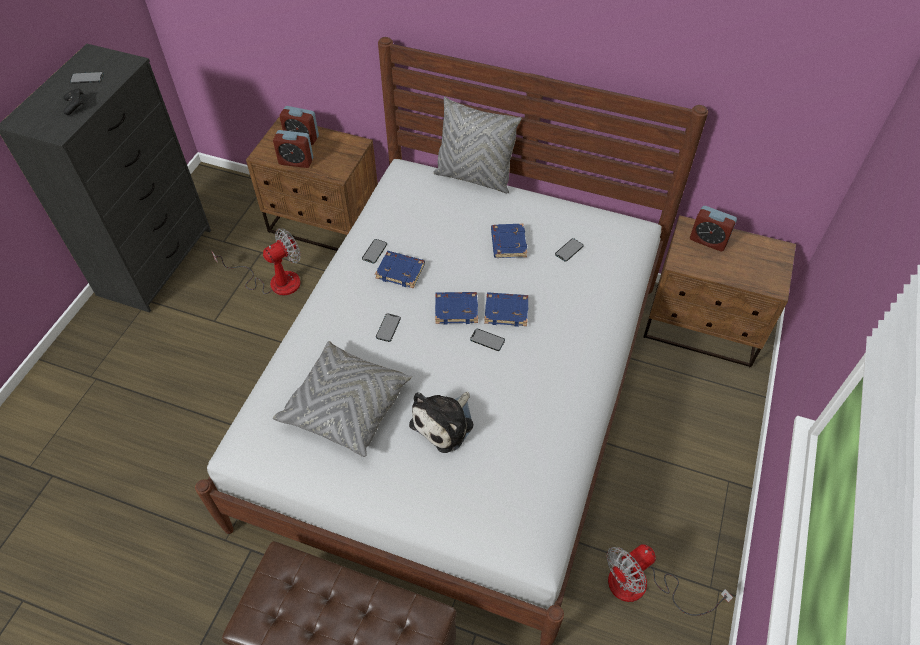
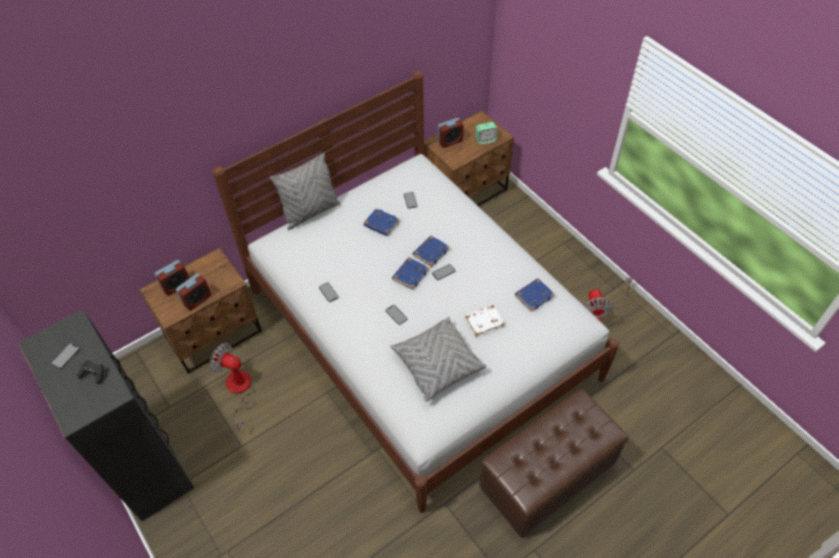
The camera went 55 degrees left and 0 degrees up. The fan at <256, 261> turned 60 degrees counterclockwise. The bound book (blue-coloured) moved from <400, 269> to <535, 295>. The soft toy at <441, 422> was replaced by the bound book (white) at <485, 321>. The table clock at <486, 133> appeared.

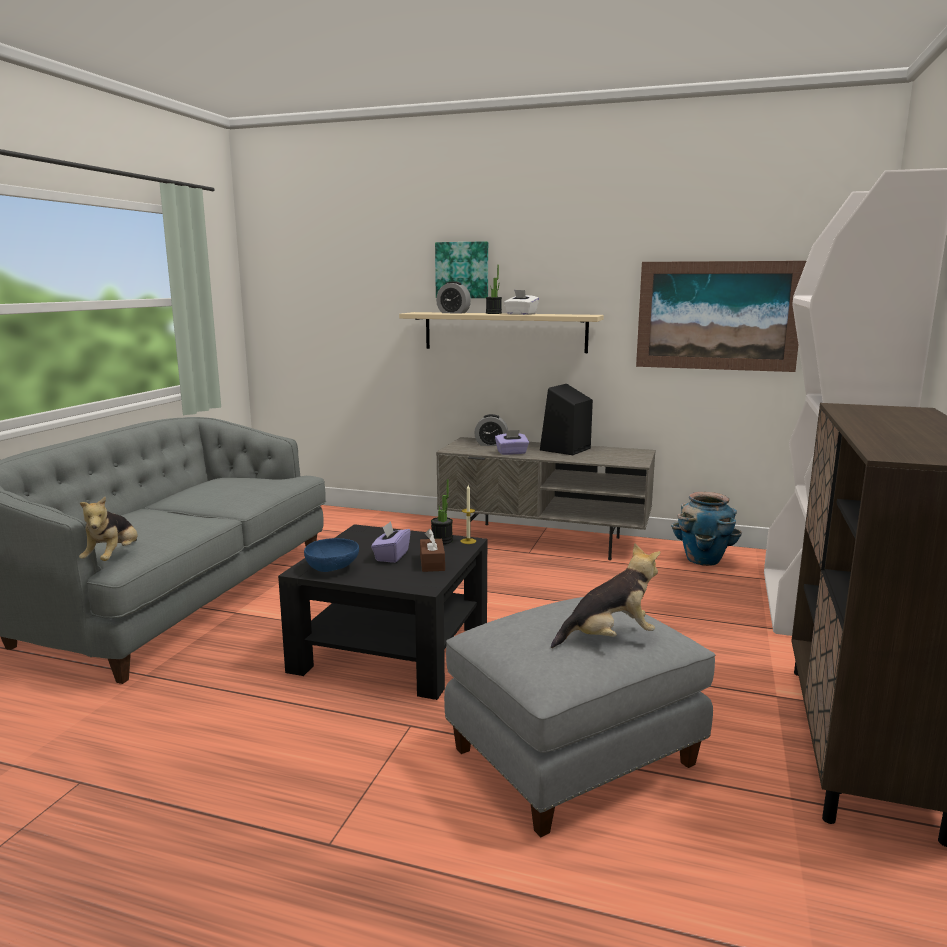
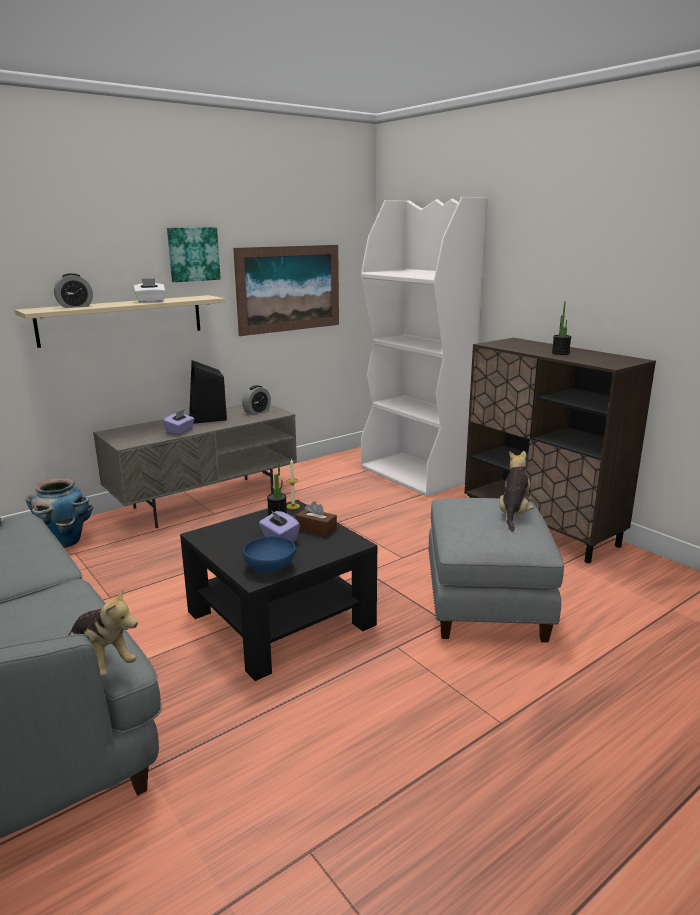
The camera went 55 degrees left and 5 degrees up. The picture moved from <461, 269> to <194, 254>. The table clock moved from <491, 430> to <256, 400>. The potted plant moved from <494, 289> to <561, 328>. The plant pot moved from <707, 529> to <59, 512>.

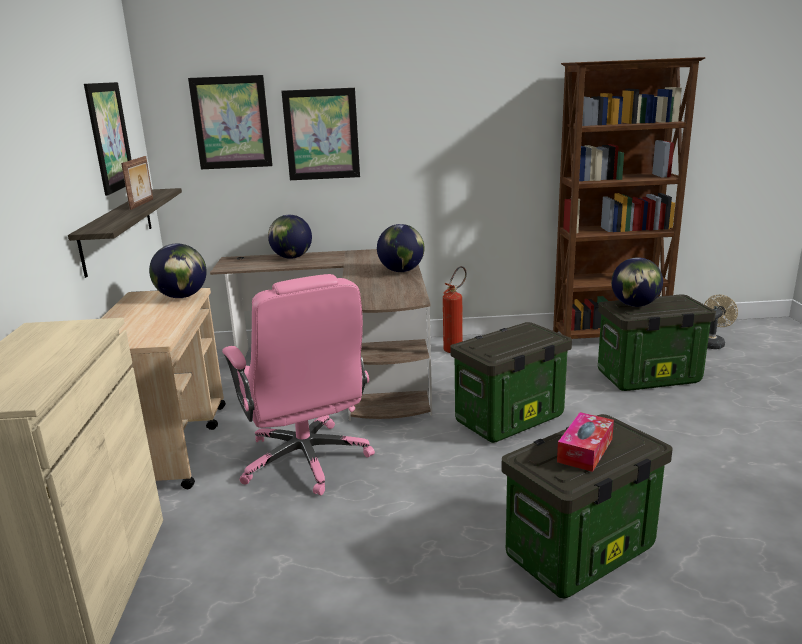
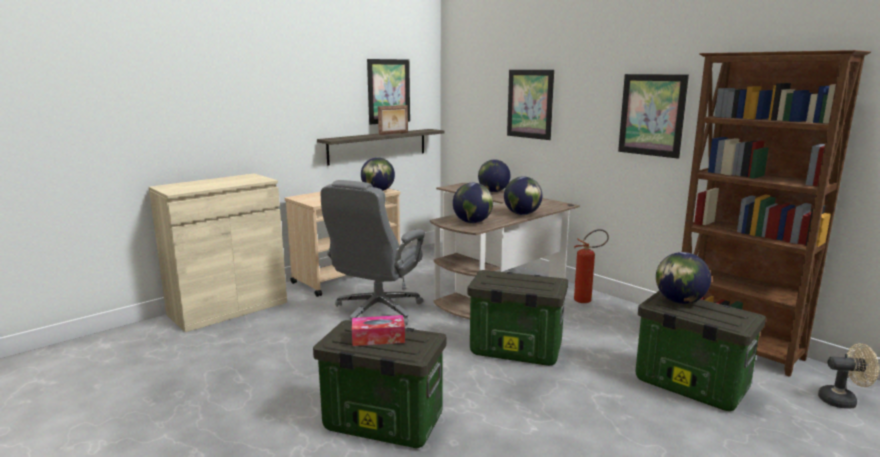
The camera went 50 degrees right and 5 degrees down. The picture moved from <230, 122> to <653, 116>. The computer chair (pink-coloured) at <298, 384> became the computer chair (greyish) at <373, 252>. The desk globe at <473, 203> appeared.

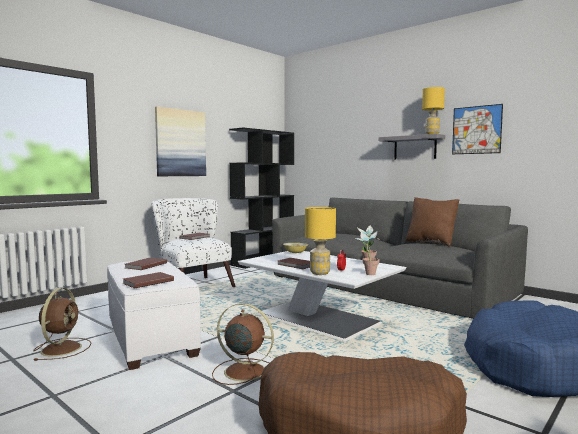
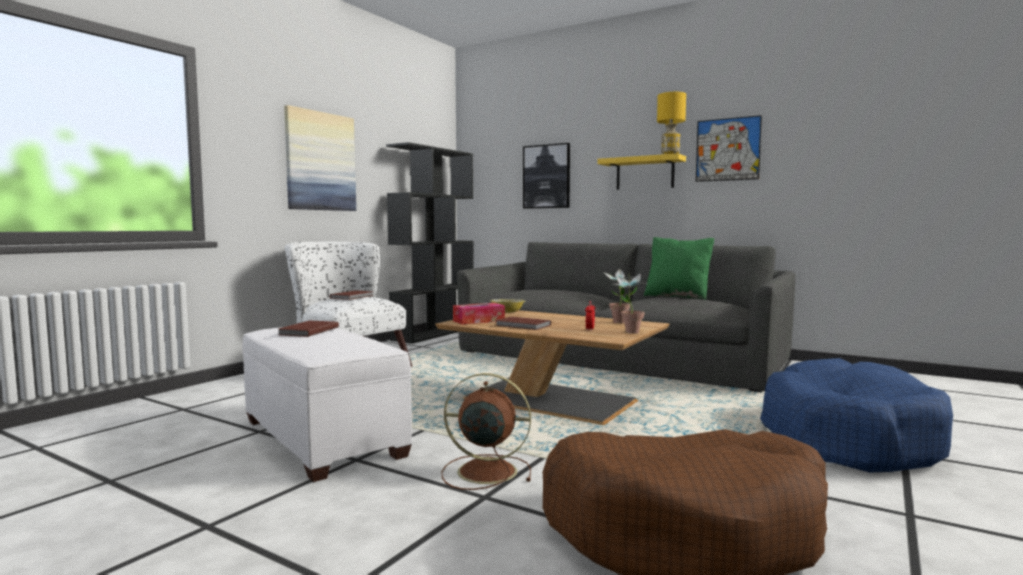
The camera went 10 degrees left and 0 degrees up. The fan (brownish) at <62, 324> disappeared. The bound book (brownish) at <148, 280> disappeared. The low table (white) at <322, 296> became the low table (brownish) at <552, 367>. The lamp for a table (yellow) at <320, 241> disappeared. The bracket shelf (greyish) at <412, 147> became the bracket shelf (yellow) at <642, 172>. The cushion (brownish) at <432, 222> became the cushion (green-coloured) at <679, 268>. The tissue box at <479, 314> appeared. The picture at <546, 176> appeared.

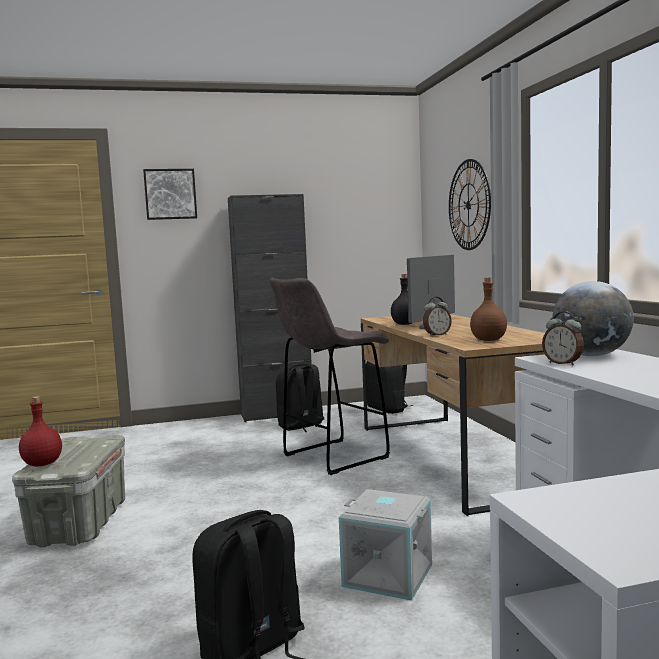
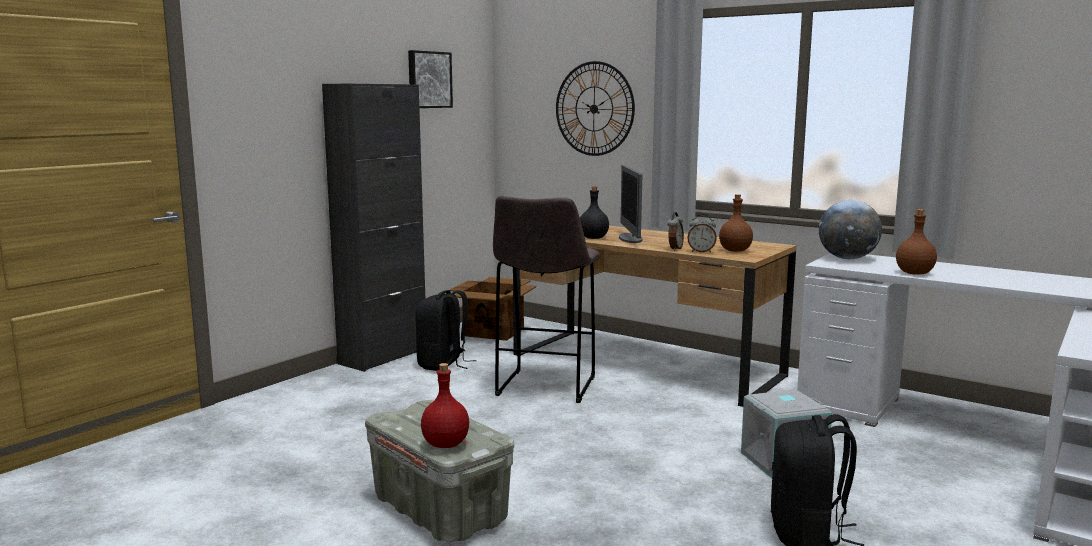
The camera went 40 degrees left and 5 degrees up. The picture moved from <170, 194> to <430, 79>. The rucksack (blackish) at <389, 387> was replaced by the carton at <492, 309>. The table clock moved from <563, 339> to <702, 233>. The drink bottle (brownish) at <916, 242> appeared.

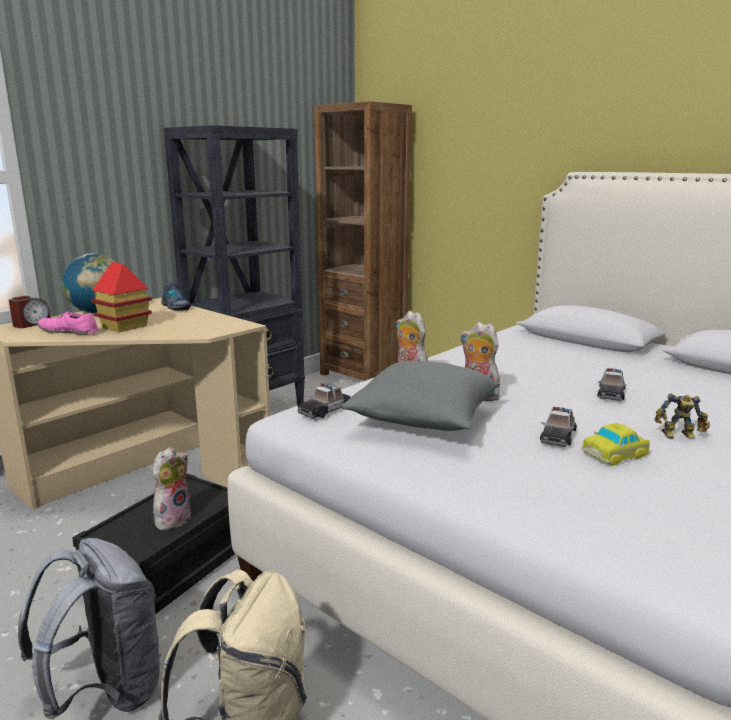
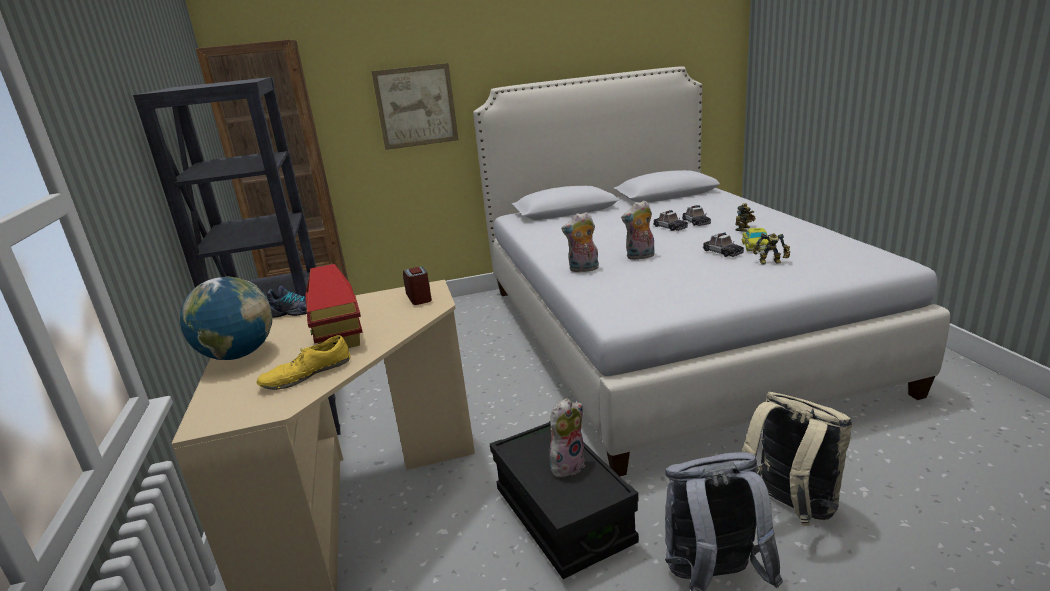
The camera went 55 degrees left and 5 degrees up. The table clock moved from <29, 312> to <417, 285>. The low shoe (pink-coloured) at <68, 323> became the low shoe (yellow) at <303, 362>. The soft toy at <172, 489> turned 75 degrees clockwise. The miniature car moved from <324, 401> to <696, 215>. The cushion (greyish) at <421, 396> disappeared. The picture at <414, 106> appeared. The model robot at <771, 248> appeared.

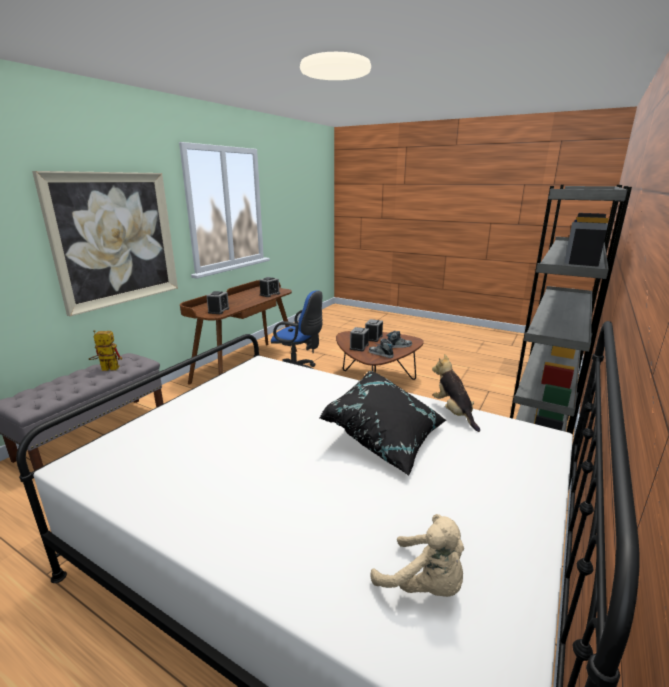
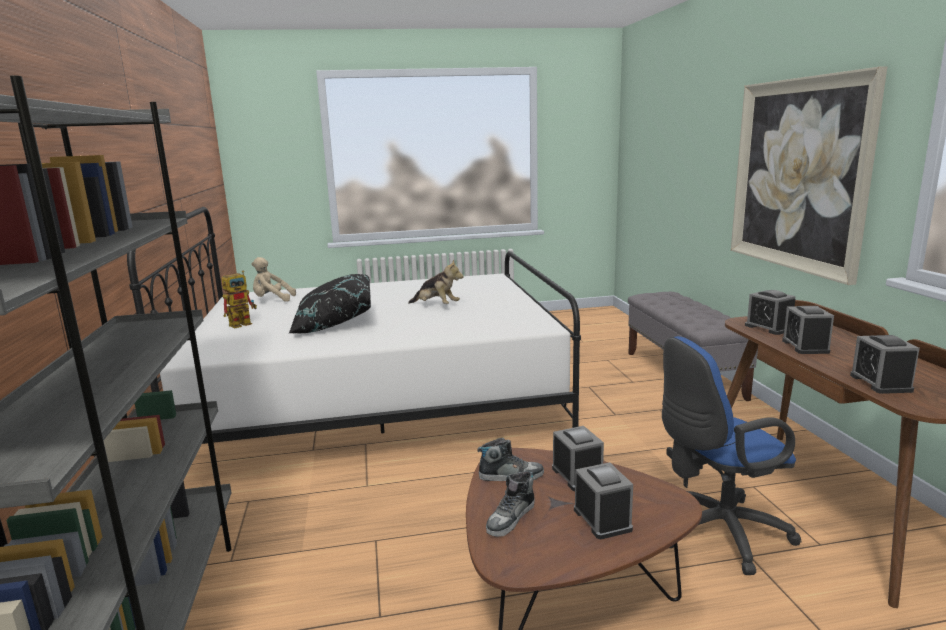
The camera went 140 degrees right and 5 degrees down. The model robot moved from <105, 350> to <239, 299>. The soft toy moved from <456, 393> to <436, 281>. The table clock at <808, 330> appeared.

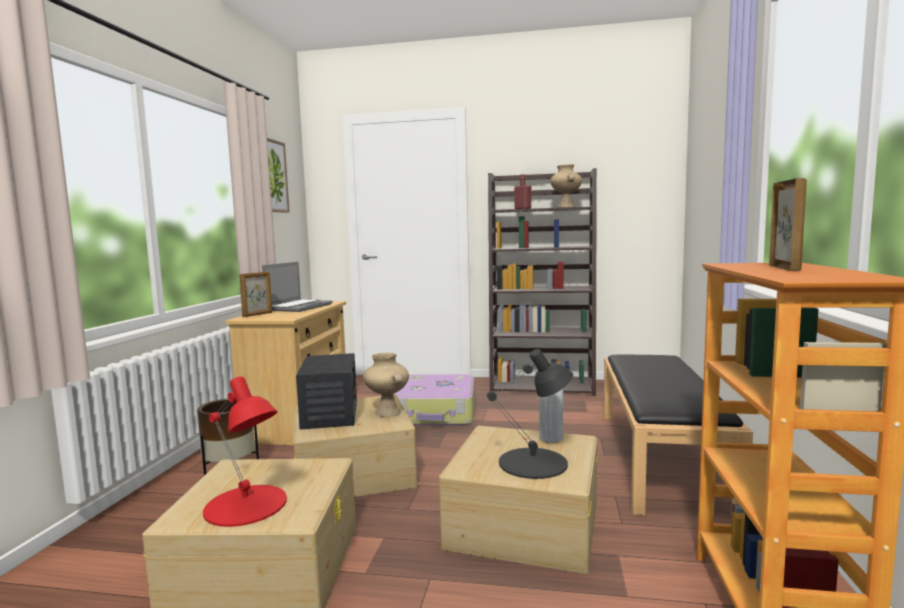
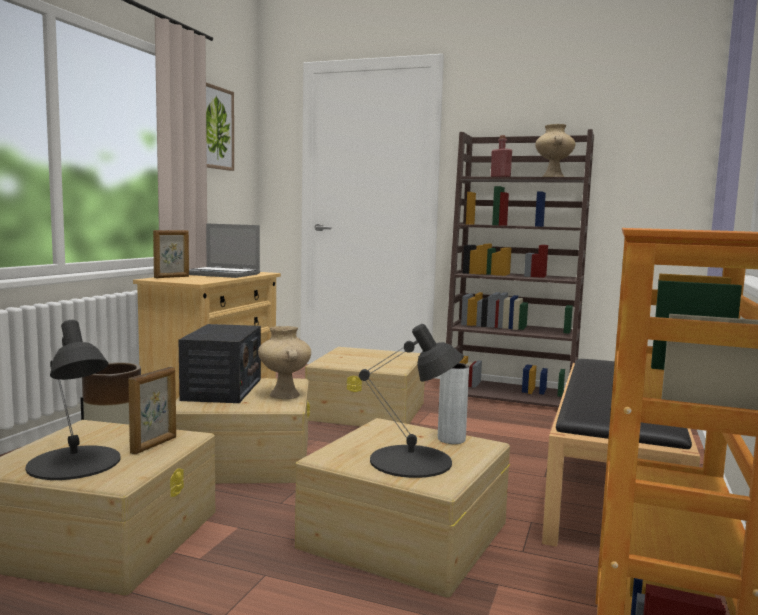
The camera went 10 degrees right and 0 degrees up. The lamp for a table (red-coloured) at <245, 451> became the lamp for a table (blackish) at <73, 400>. The laptop at <297, 287> turned 75 degrees clockwise. The travel case at <434, 400> was replaced by the storage box (beige) at <364, 386>. The photo frame moved from <788, 224> to <152, 411>.

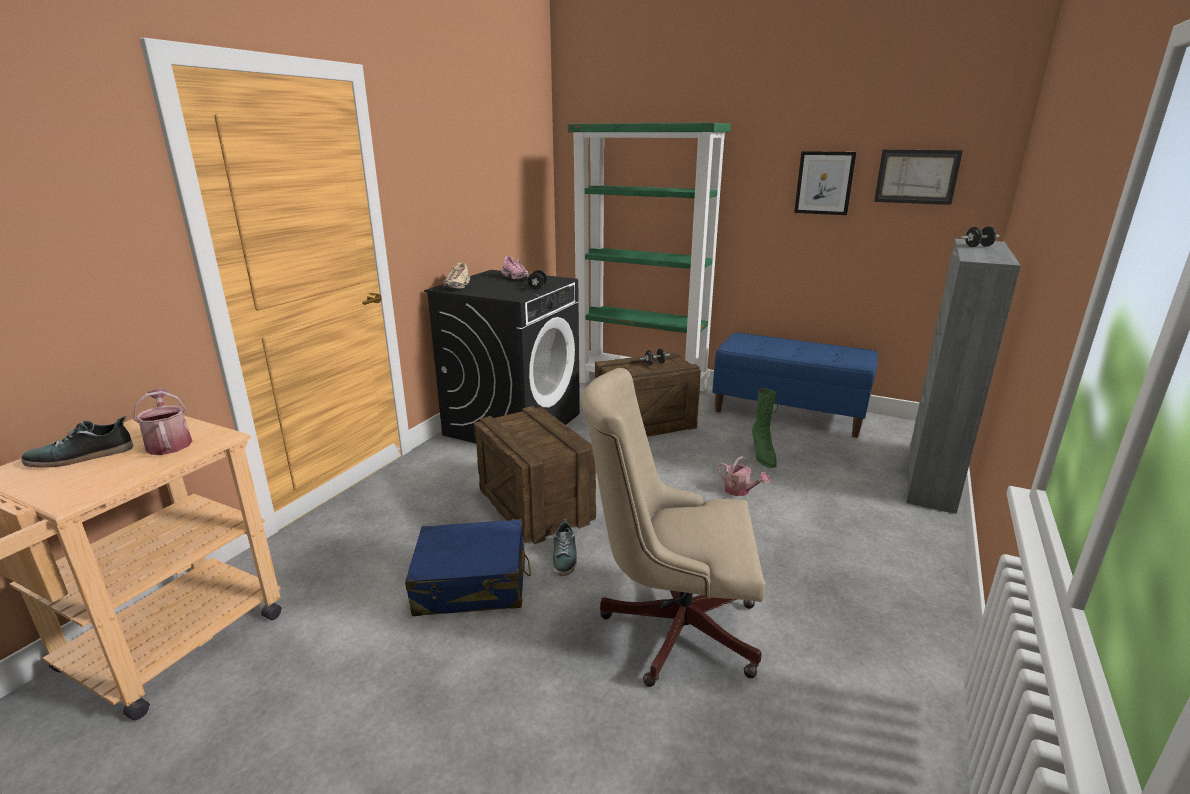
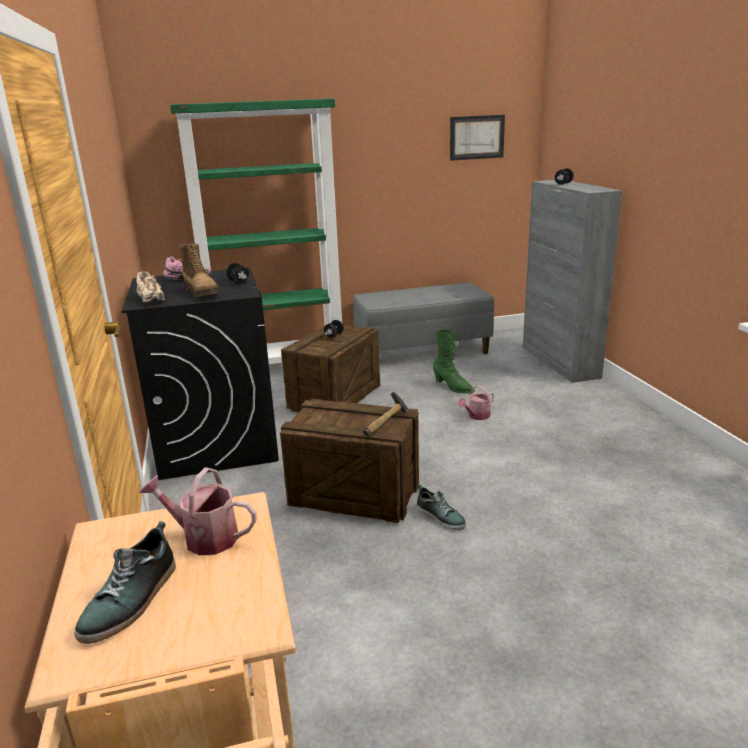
The camera went 40 degrees left and 0 degrees up. The travel case (blue-coloured) at <468, 567> disappeared. The computer chair (beige) at <673, 527> disappeared. The indoor bench (blue-coloured) at <795, 385> became the indoor bench (greyish) at <423, 318>. The sprinkling can at <743, 476> turned 135 degrees clockwise. The picture at <825, 183> disappeared. The high-top boot at <199, 270> appeared. The hammer at <386, 414> appeared.

